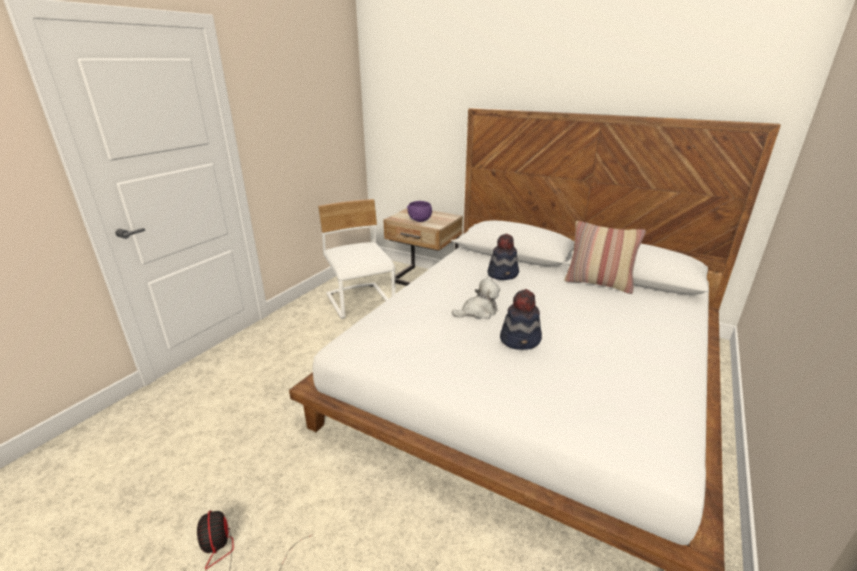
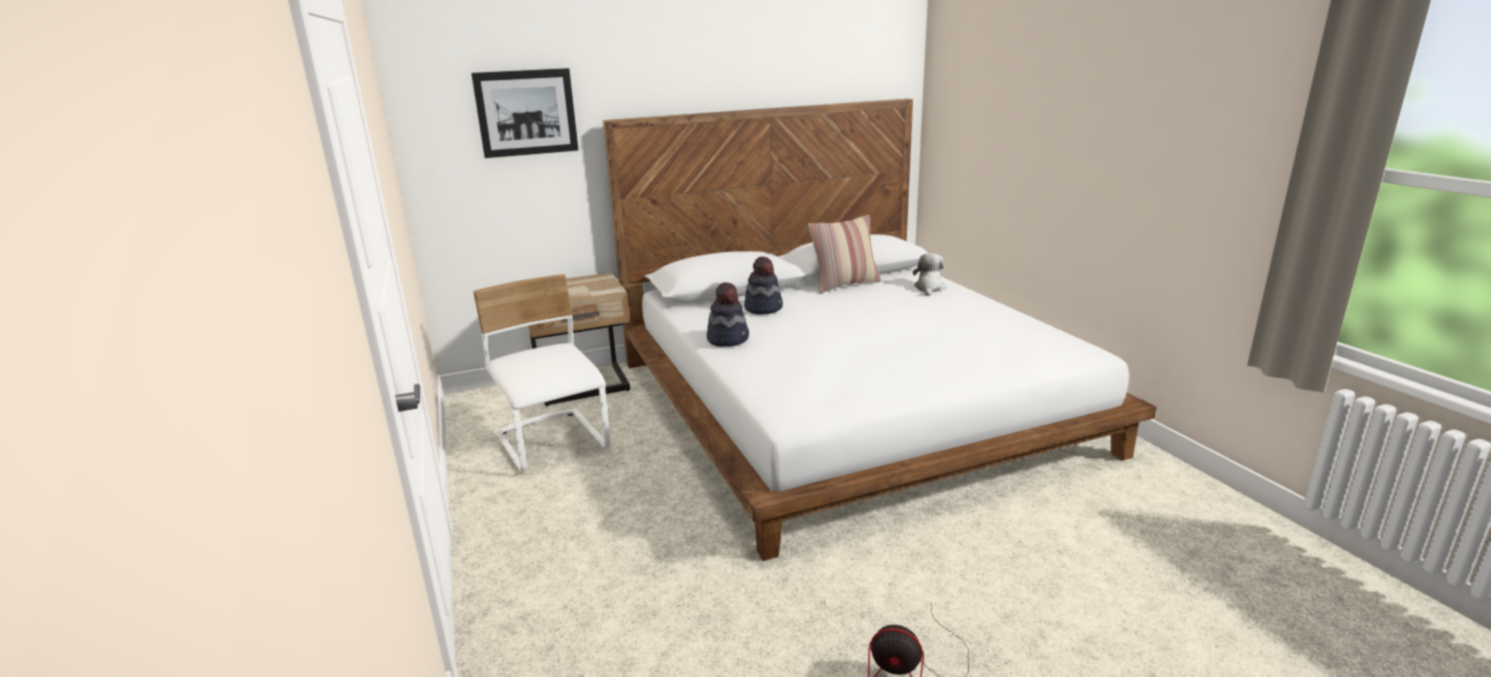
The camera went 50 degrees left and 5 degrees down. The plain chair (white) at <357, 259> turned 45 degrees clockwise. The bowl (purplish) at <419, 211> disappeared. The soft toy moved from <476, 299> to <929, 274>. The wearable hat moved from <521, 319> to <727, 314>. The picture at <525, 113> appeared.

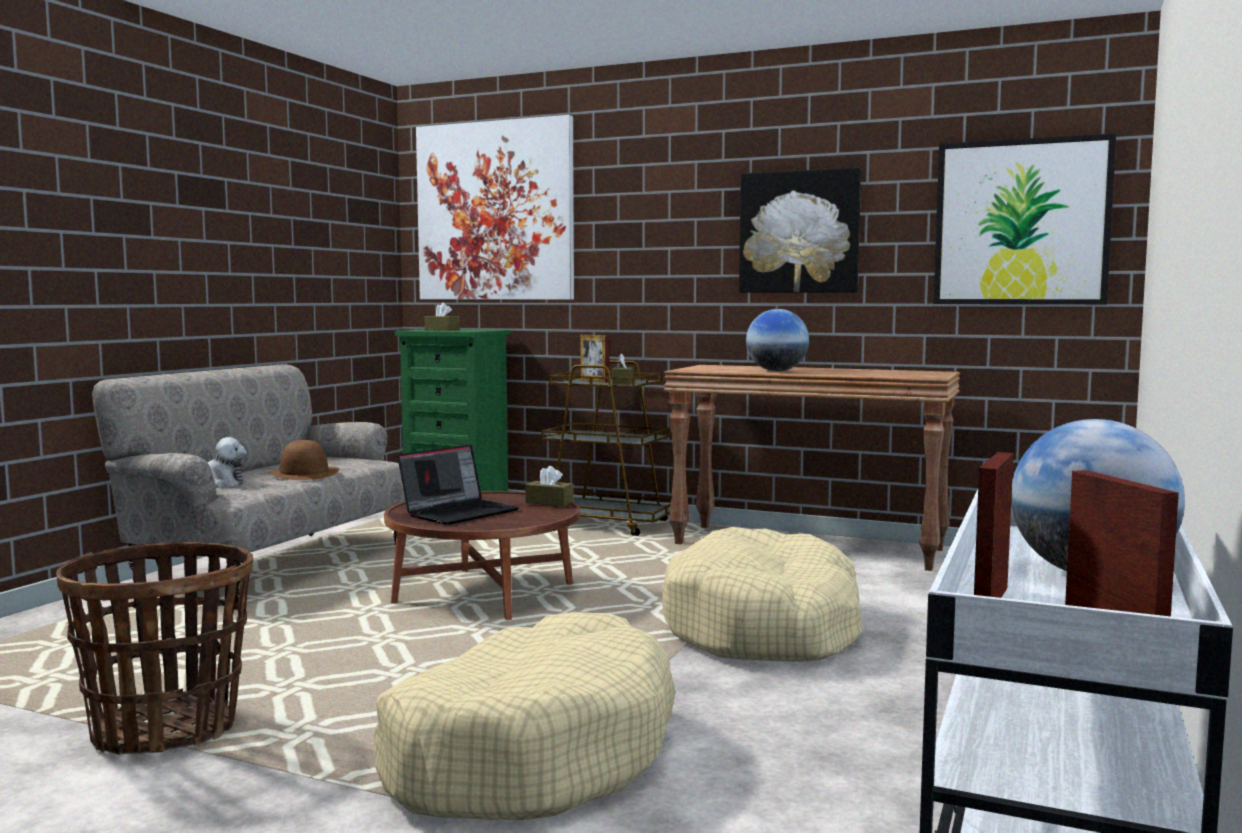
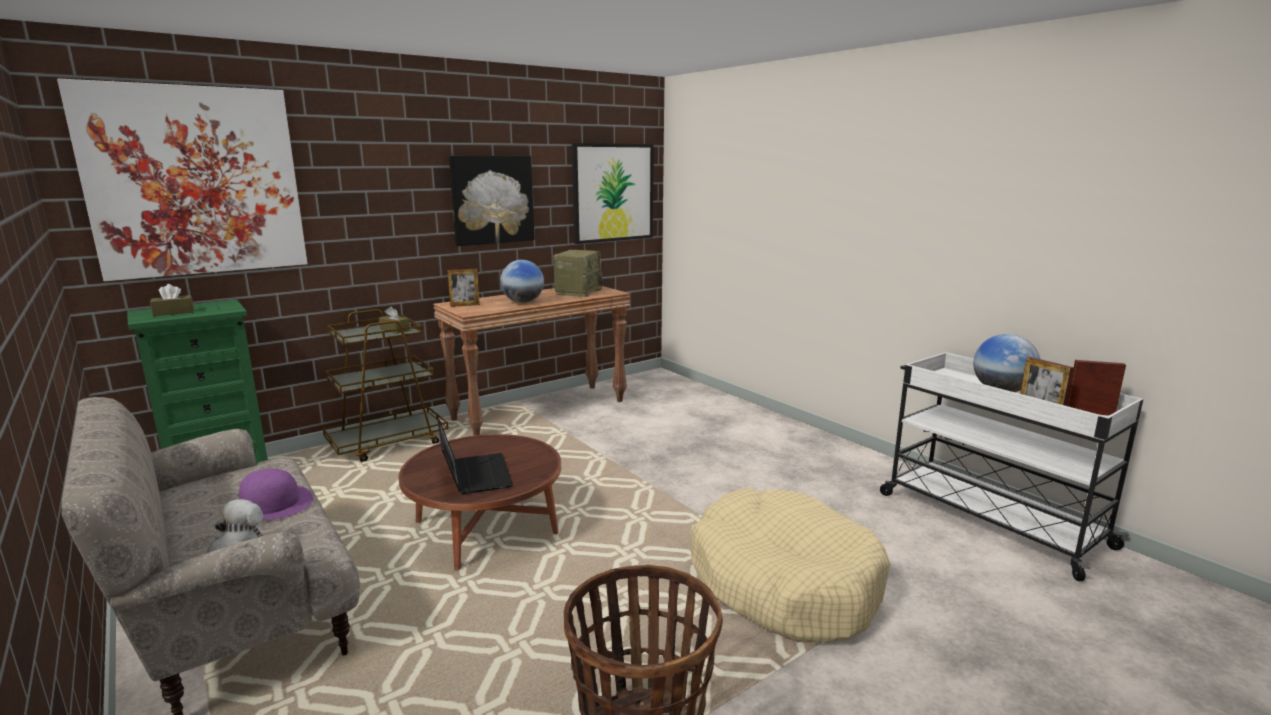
The camera went 60 degrees left and 10 degrees up. The wearable hat (brownish) at <303, 460> became the wearable hat (purplish) at <276, 494>. The tissue box (brownish) at <549, 486> disappeared. The photo frame moved from <594, 358> to <463, 288>. The pet bed (beige) at <761, 594> disappeared. The radio at <578, 273> appeared.

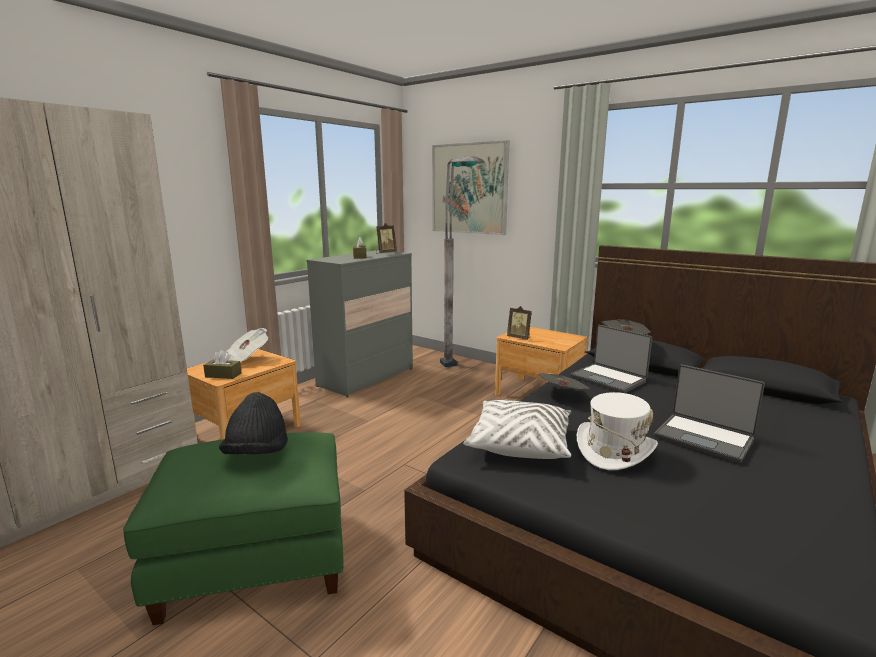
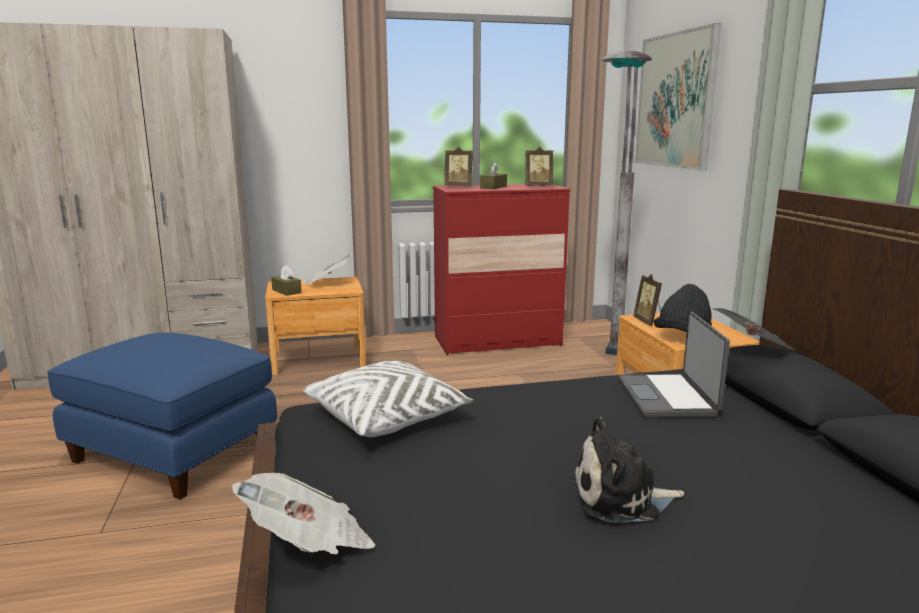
The camera went 40 degrees right and 0 degrees up. The footrest (green-coloured) at <233, 528> became the footrest (blue-coloured) at <162, 416>. The wearable hat (blackish) moved from <253, 423> to <683, 308>. The dresser (greyish) at <359, 323> became the dresser (red-coloured) at <501, 269>. The daily paper moved from <561, 381> to <304, 514>. The wearable hat (white) at <617, 431> disappeared. The laptop at <709, 414> was replaced by the soft toy at <628, 470>. The photo frame at <458, 166> appeared.

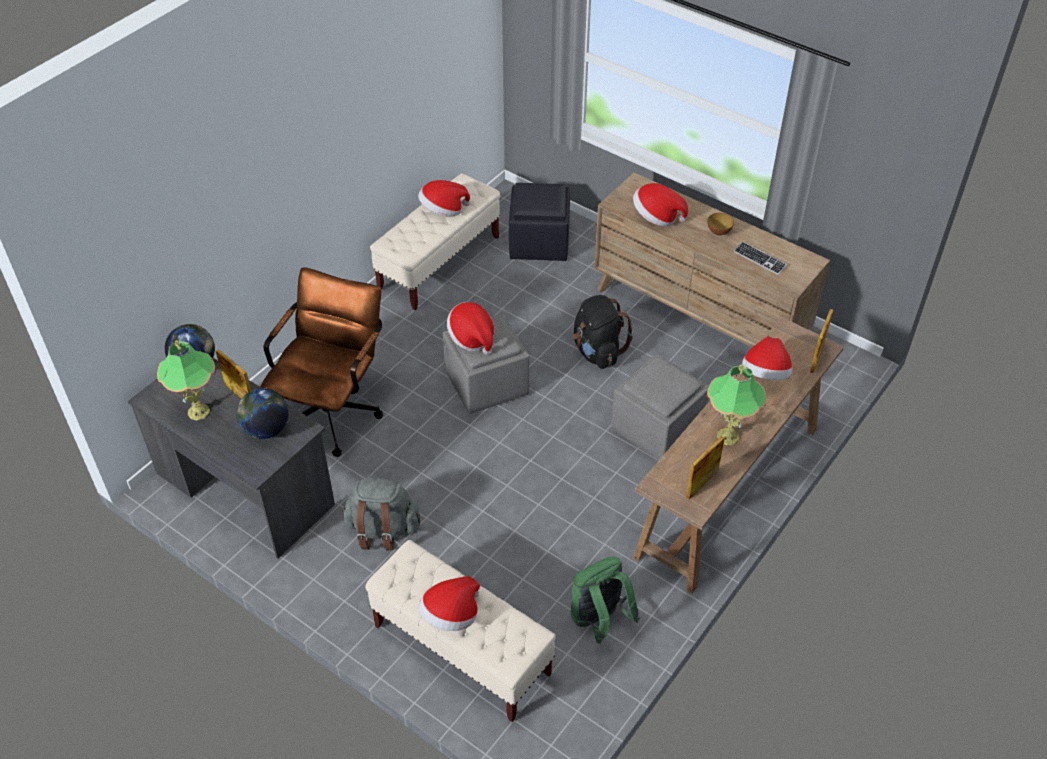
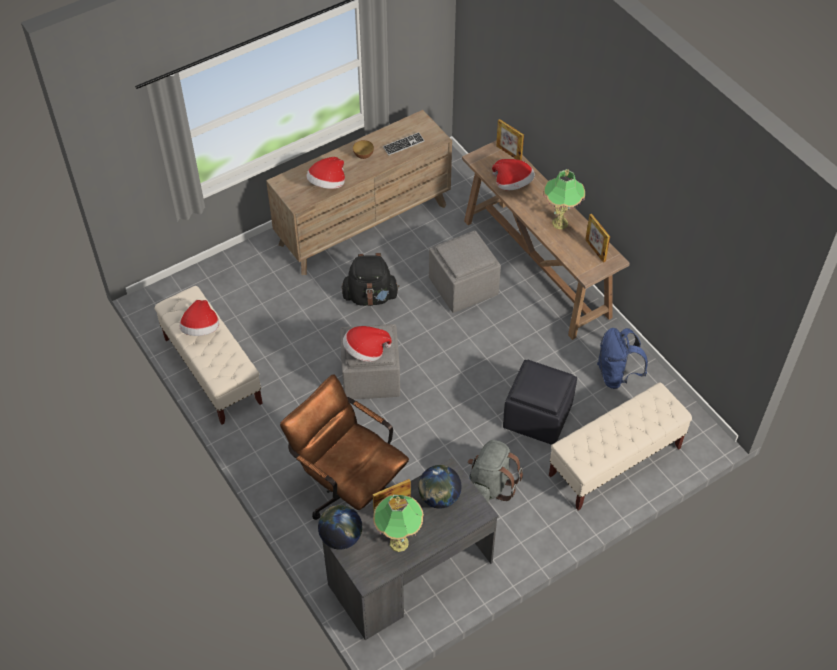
The camera went 70 degrees left and 5 degrees up. The wearable hat at <449, 603> disappeared. The footrest (blackish) moved from <539, 222> to <540, 402>. The rucksack (green-coloured) at <605, 599> became the rucksack (blue-coloured) at <622, 358>.

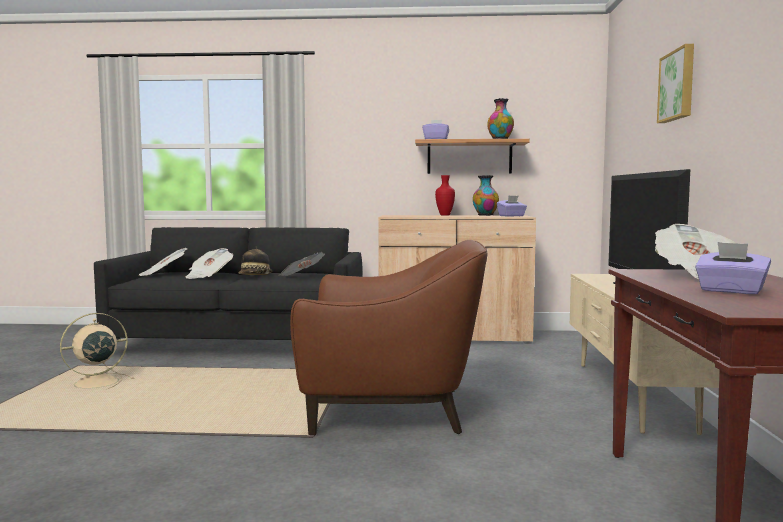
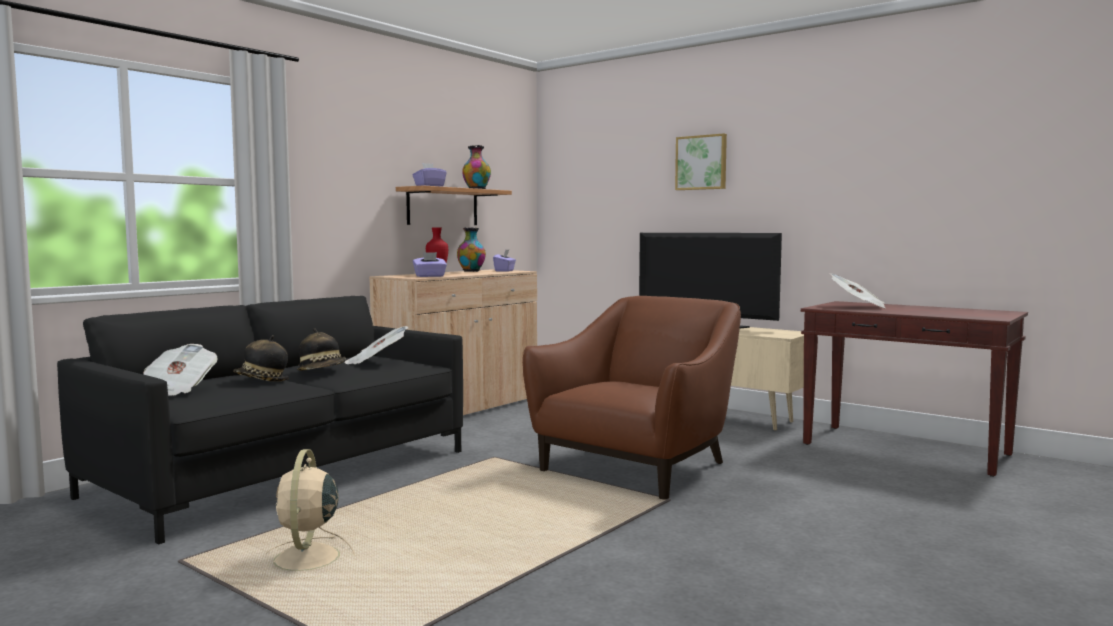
The camera went 55 degrees left and 0 degrees up. The daily paper at <209, 263> was replaced by the wearable hat at <261, 358>. The tissue box (purplish) moved from <733, 268> to <430, 264>.

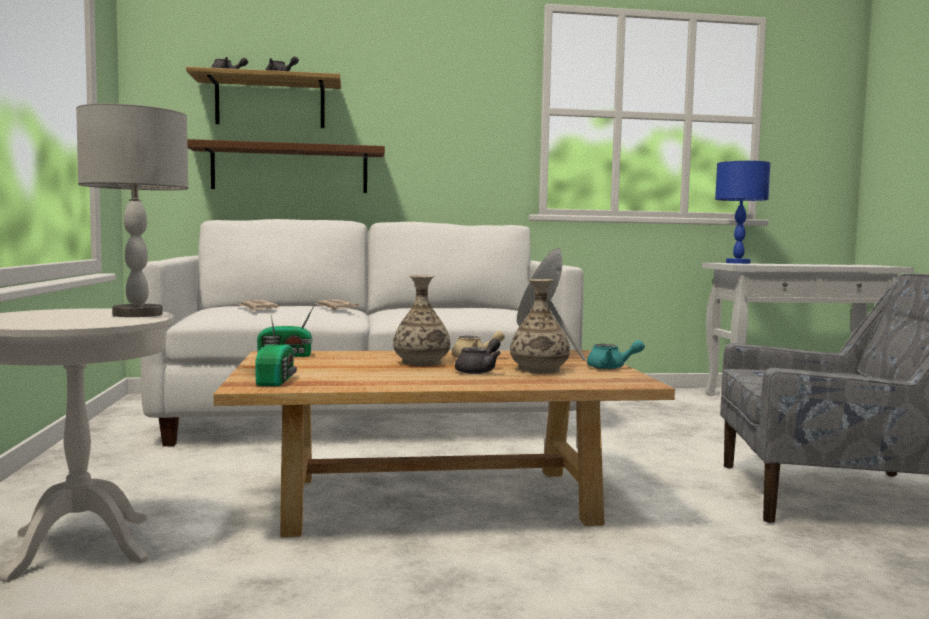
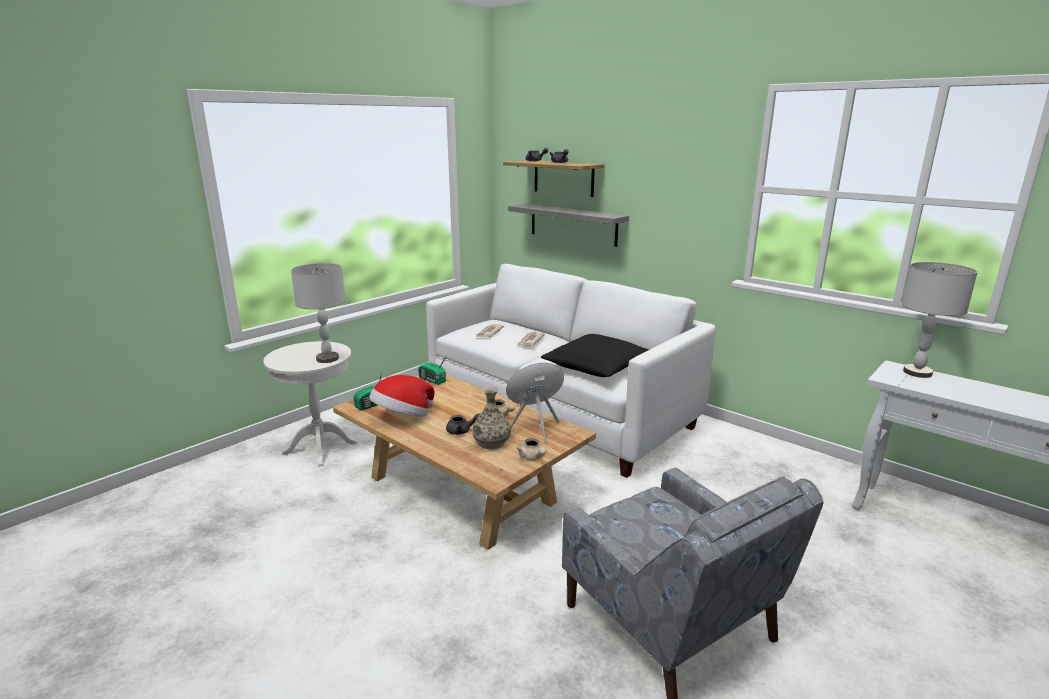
The camera went 50 degrees right and 15 degrees up. The bracket shelf (brownish) at <286, 166> became the bracket shelf (greyish) at <568, 225>. The decorative vase at <421, 320> disappeared. The pot for tea (turquoise-coloured) at <616, 354> became the pot for tea (beige) at <531, 449>. The lamp for a table (blue-coloured) at <742, 212> became the lamp for a table (greyish) at <939, 320>. The wearable hat at <402, 396> appeared. The cushion (blackish) at <595, 355> appeared.

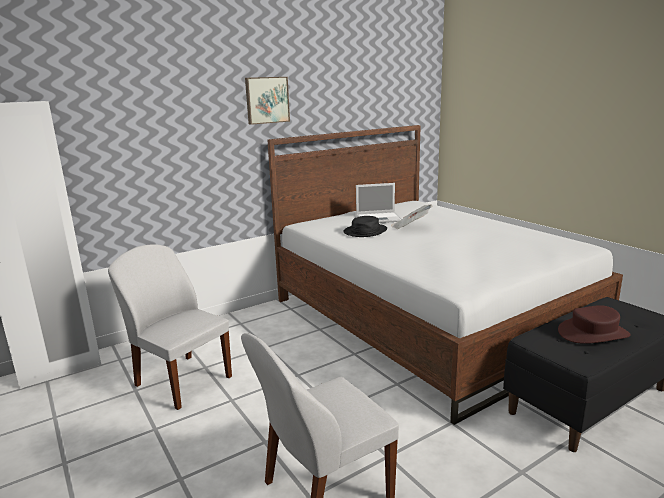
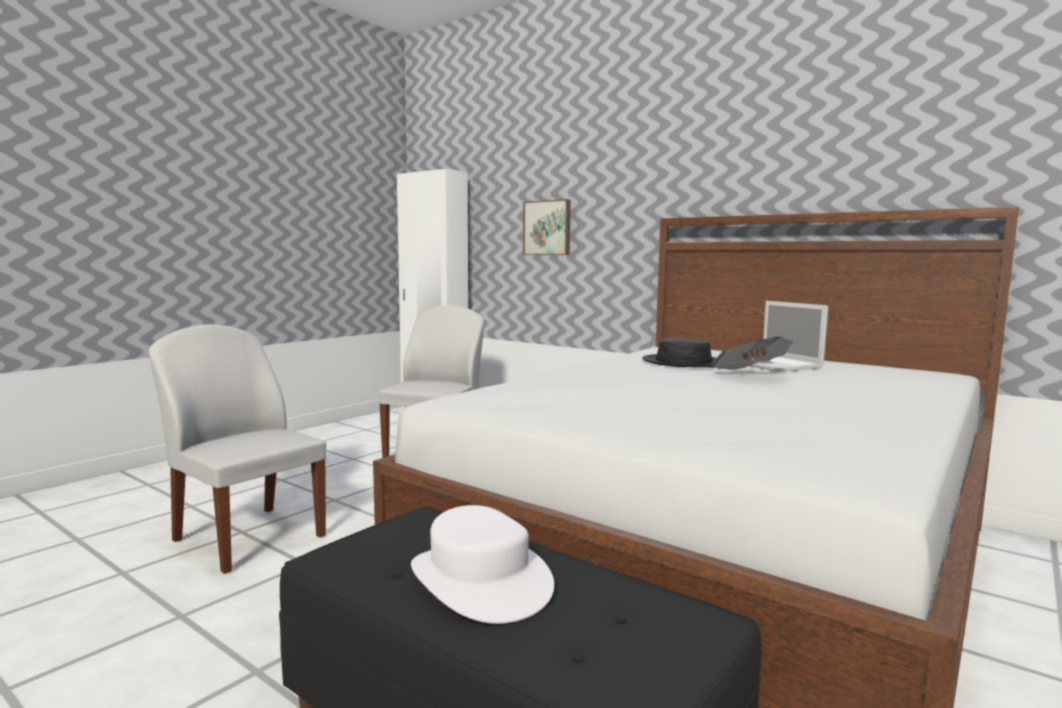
The camera went 70 degrees right and 10 degrees down. The picture moved from <267, 101> to <547, 227>. The wearable hat (brownish) at <594, 324> became the wearable hat (white) at <482, 564>.

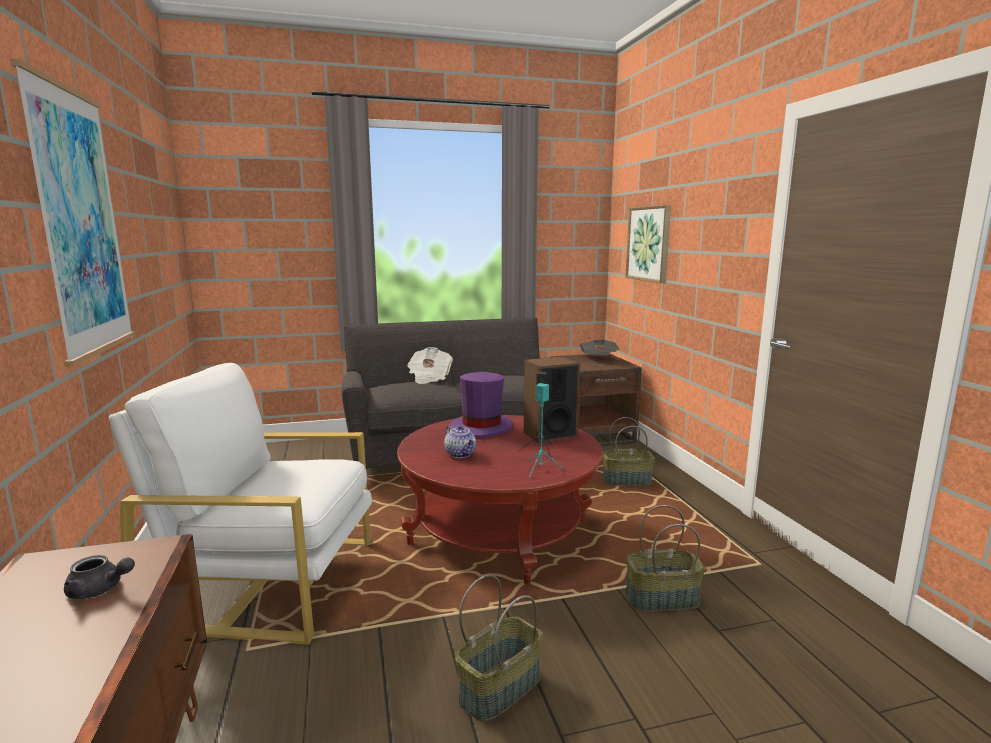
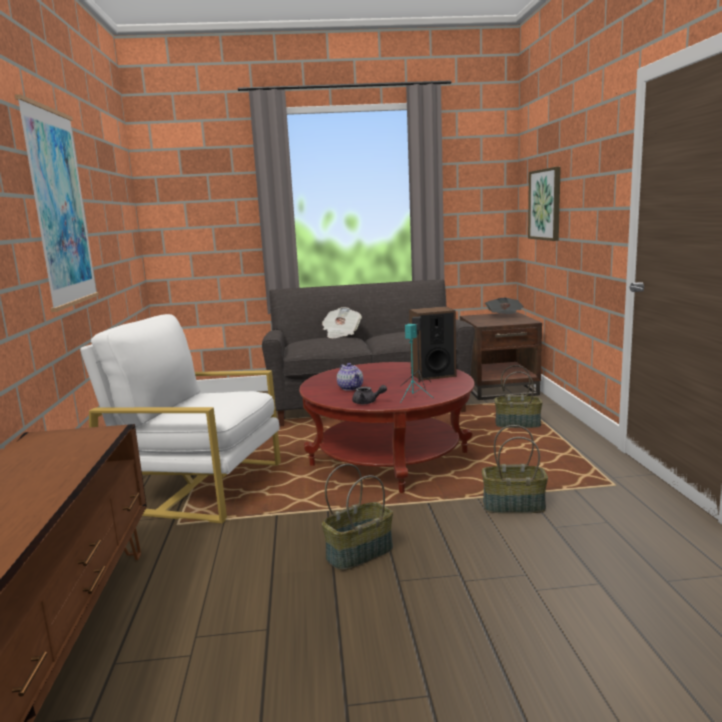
The camera went 10 degrees right and 0 degrees up. The pot for tea (greyish) moved from <99, 577> to <369, 394>. The wearable hat (purplish) at <481, 405> disappeared.

